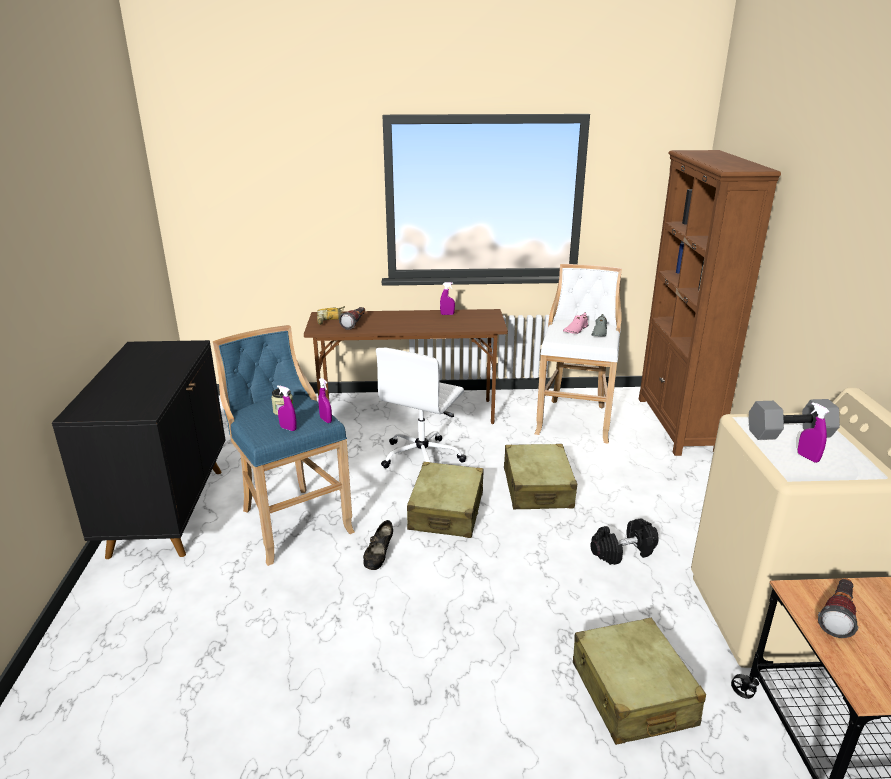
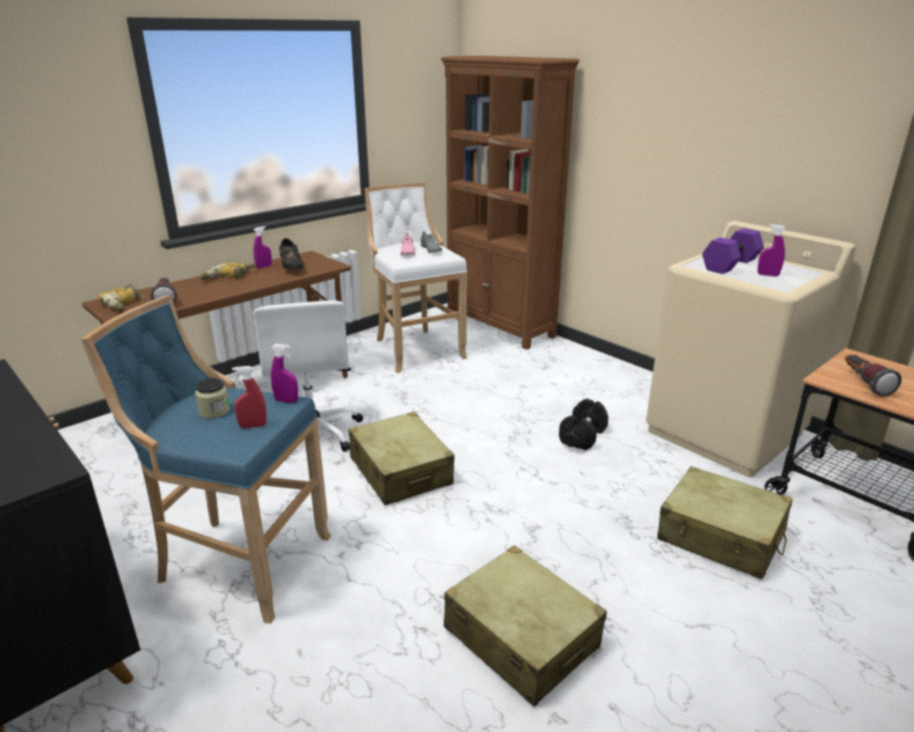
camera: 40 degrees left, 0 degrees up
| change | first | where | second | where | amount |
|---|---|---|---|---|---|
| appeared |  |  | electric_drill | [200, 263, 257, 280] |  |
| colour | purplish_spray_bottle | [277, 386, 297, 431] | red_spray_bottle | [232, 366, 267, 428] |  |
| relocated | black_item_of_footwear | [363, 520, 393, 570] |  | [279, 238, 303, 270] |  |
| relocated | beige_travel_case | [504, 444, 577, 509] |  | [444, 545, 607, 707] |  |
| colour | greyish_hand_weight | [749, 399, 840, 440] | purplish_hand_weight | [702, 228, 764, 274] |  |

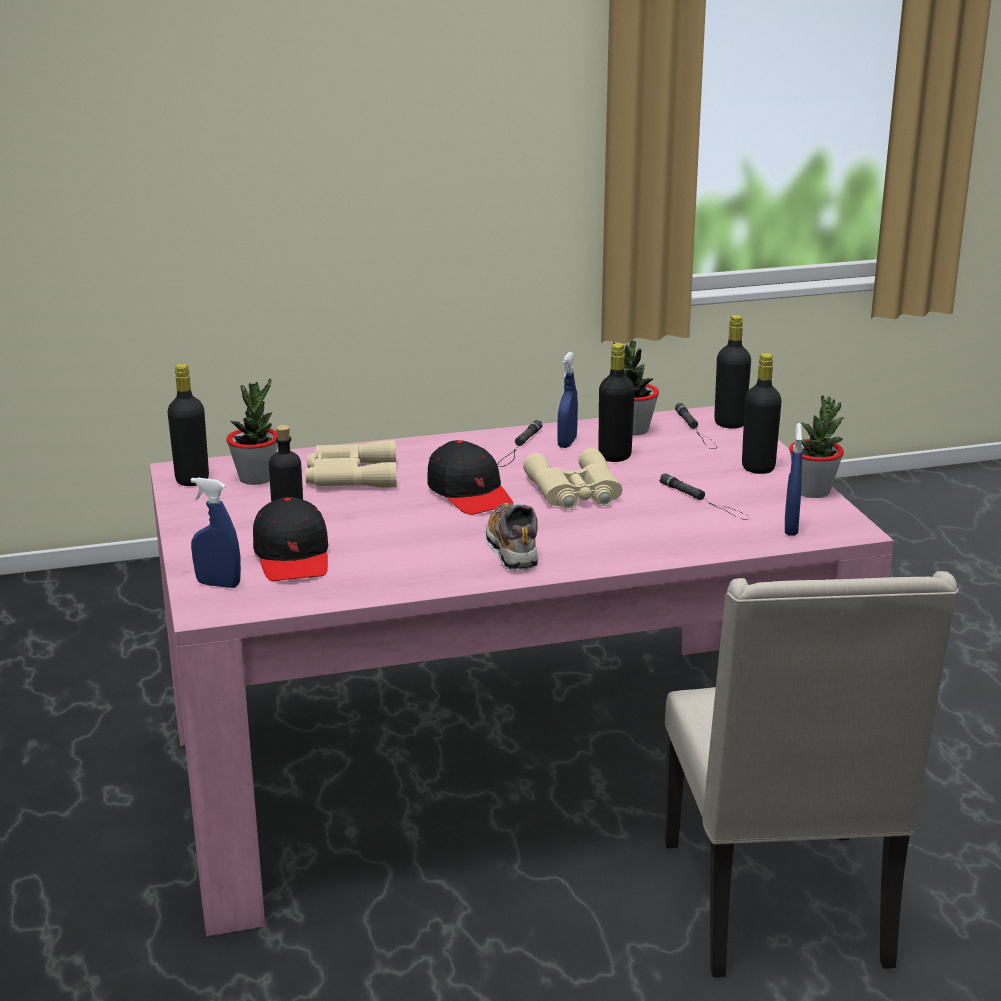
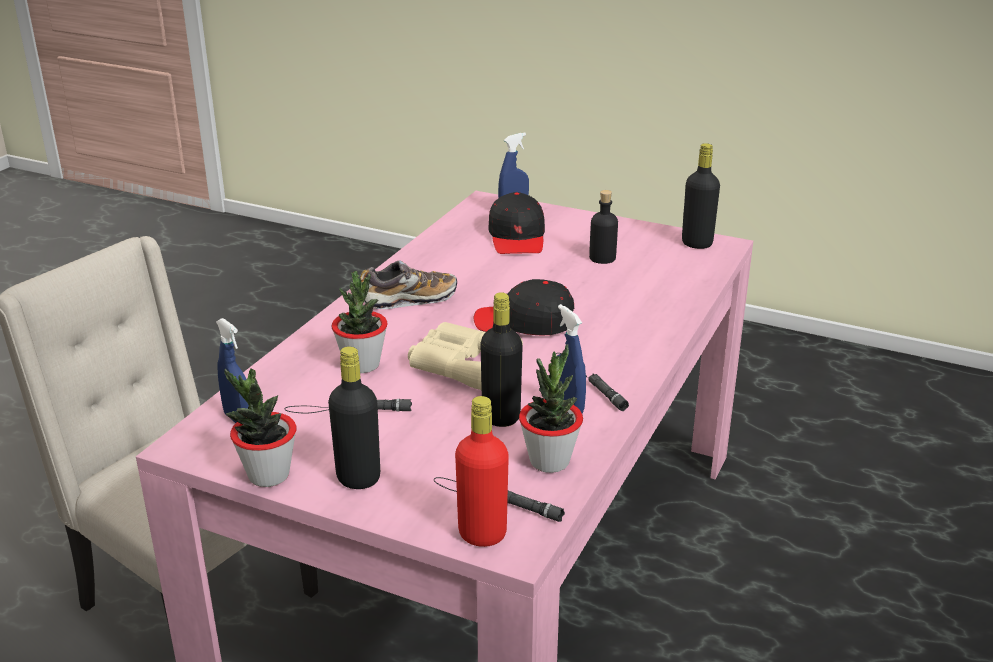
camera: 130 degrees right, 5 degrees up
| change | first | where | second | where | amount |
|---|---|---|---|---|---|
| relocated | potted_plant | [226, 379, 278, 485] |  | [331, 271, 388, 373] |  |
| spun | item_of_footwear | [486, 503, 538, 570] |  | [360, 260, 457, 309] | 45 degrees counterclockwise |
| colour | black_beverage_bottle | [714, 315, 751, 429] | red_beverage_bottle | [455, 396, 509, 547] |  |
| spun | black_peaked_cap | [253, 497, 329, 581] |  | [488, 192, 545, 254] | 120 degrees counterclockwise |
| missing | beige_field_glasses | [306, 440, 397, 488] |  |  |  |

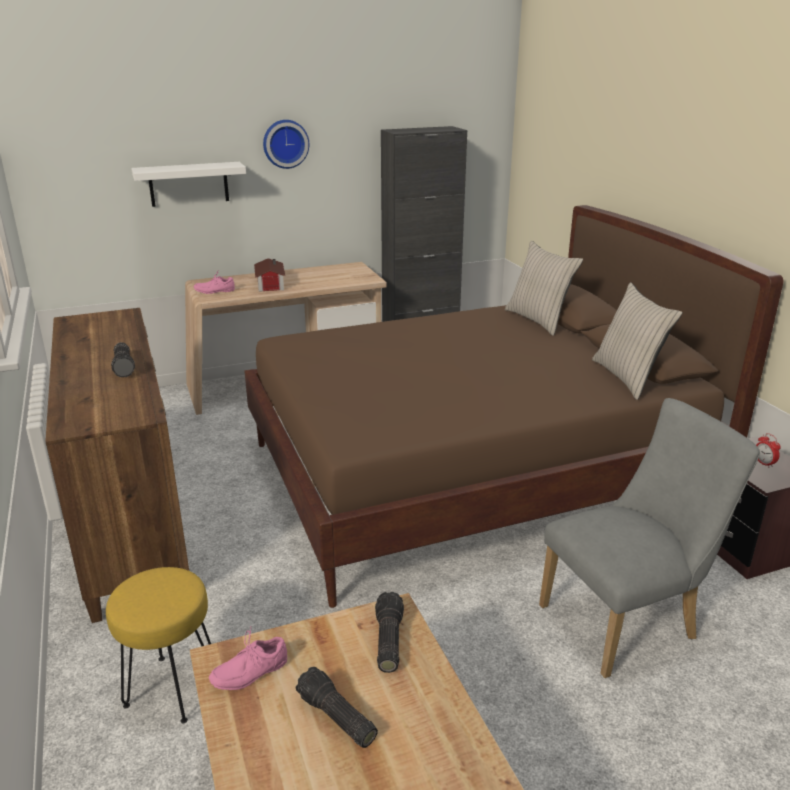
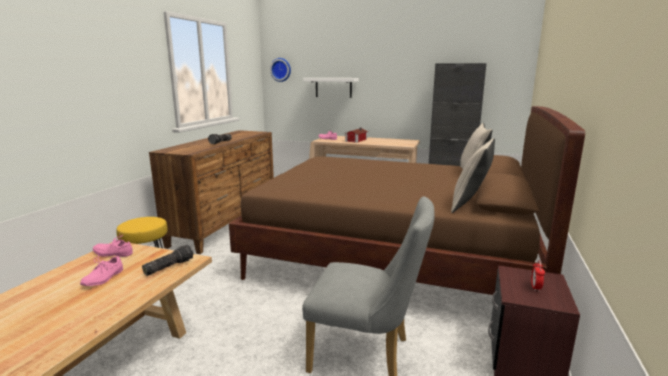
camera: 40 degrees right, 10 degrees down
| change | first | where | second | where | amount |
|---|---|---|---|---|---|
| exchanged | flashlight | [296, 667, 378, 748] | pinkish_item_of_footwear | [80, 254, 123, 286] |  |
| relocated | hanging_clock | [263, 120, 309, 169] |  | [270, 58, 291, 82] |  |

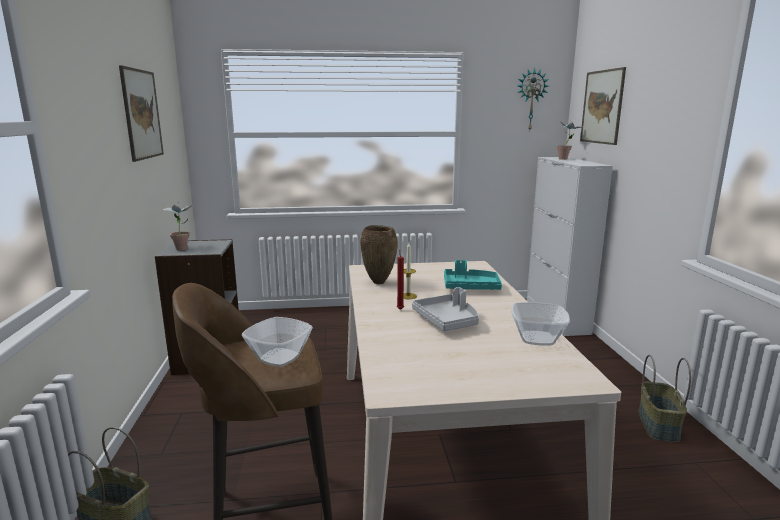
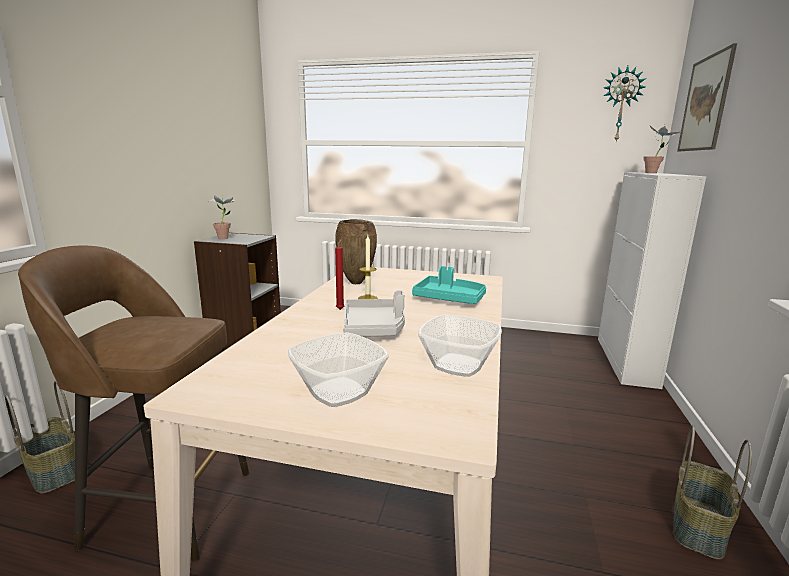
camera: 20 degrees right, 0 degrees up
| change | first | where | second | where | amount |
|---|---|---|---|---|---|
| relocated | serving_bowl | [242, 317, 313, 367] |  | [288, 332, 389, 407] |  |
| missing | wall_picture | [119, 65, 164, 162] |  |  |  |

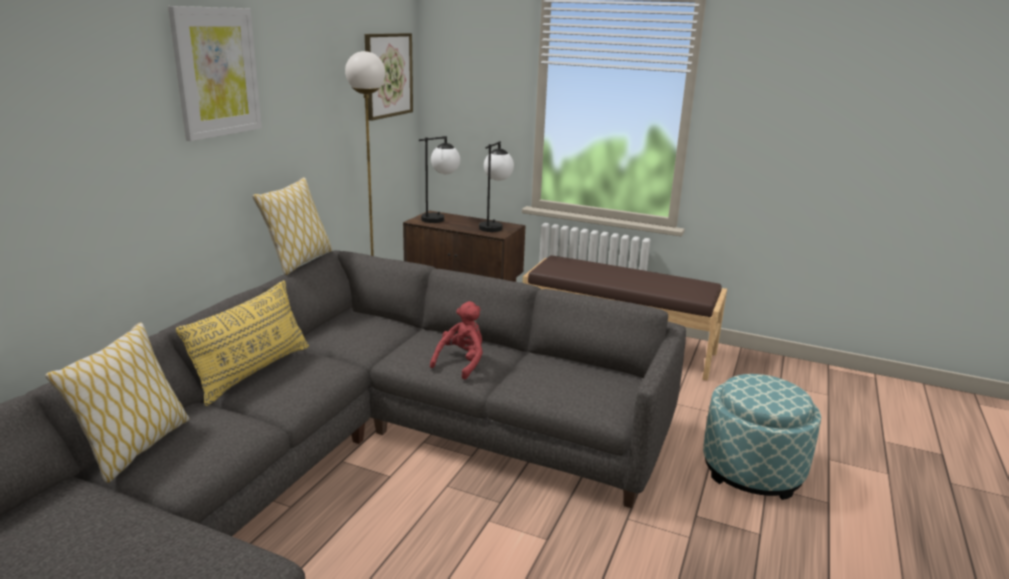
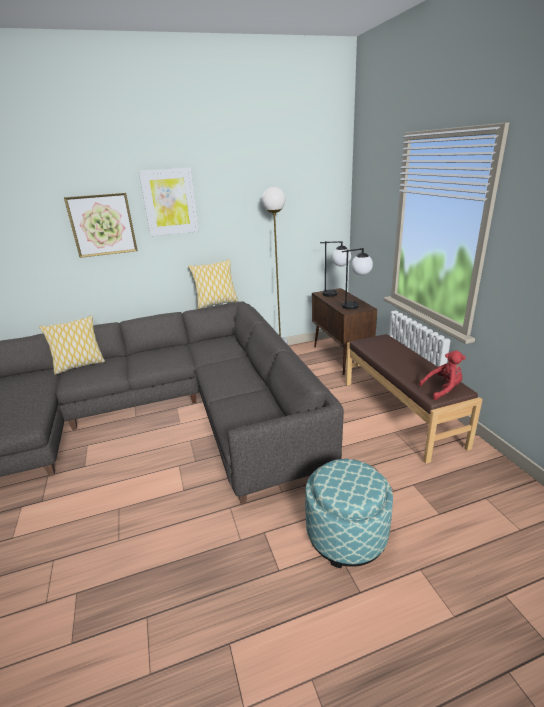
camera: 50 degrees right, 5 degrees up
| change | first | where | second | where | amount |
|---|---|---|---|---|---|
| relocated | wall_picture | [365, 33, 413, 121] |  | [64, 193, 138, 258] |  |
| relocated | red_cuddly_toy | [430, 301, 483, 380] |  | [419, 351, 466, 400] |  |
| missing | yellow_throw_pillow | [176, 280, 309, 406] |  |  |  |

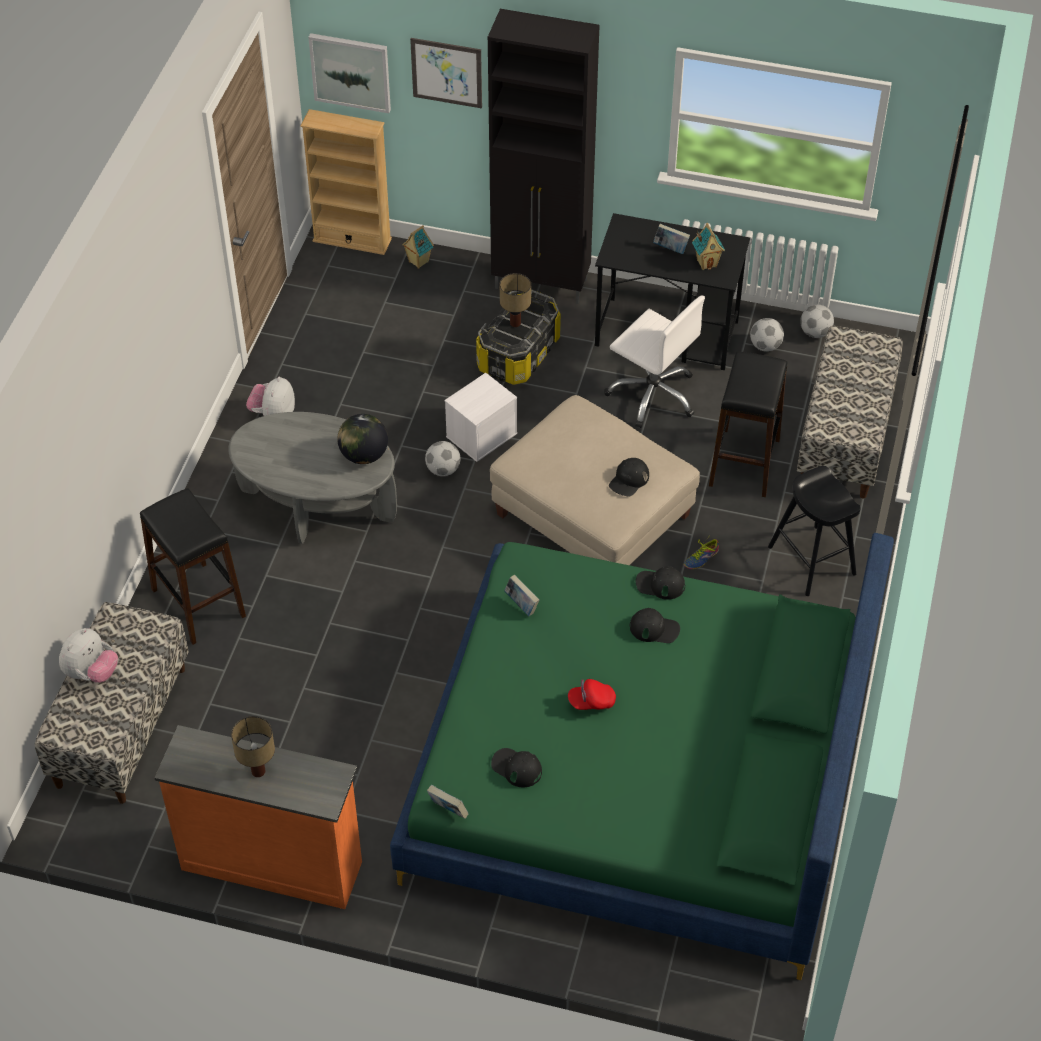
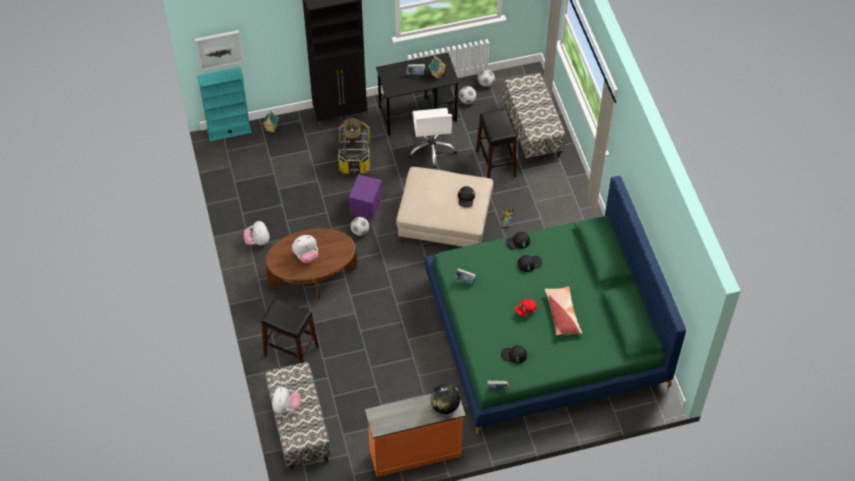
camera: 30 degrees left, 5 degrees up
| change | first | where | second | where | amount |
|---|---|---|---|---|---|
| colour | beige_bookshelf | [301, 109, 392, 255] | turquoise-coloured_bookshelf | [197, 67, 252, 141] |  |
| colour | greyish_low_table | [228, 412, 397, 544] | brown_low_table | [265, 228, 357, 300] |  |
| appeared |  |  | cuddly_toy | [292, 235, 318, 263] |  |
| colour | white_storage_container | [445, 373, 517, 462] | purplish_storage_container | [348, 174, 382, 220] |  |
| spun | white_desk_chair | [604, 295, 705, 428] |  | [408, 108, 457, 168] | 75 degrees clockwise |
| relocated | globe | [337, 414, 388, 464] |  | [430, 384, 460, 414] |  |
| appeared |  |  | throw_pillow | [545, 287, 582, 336] |  |
| missing | table_lamp | [231, 716, 275, 777] |  |  |  |
| missing | wall_picture | [410, 38, 482, 108] |  |  |  |
| missing | black_stool | [768, 466, 861, 596] |  |  |  |

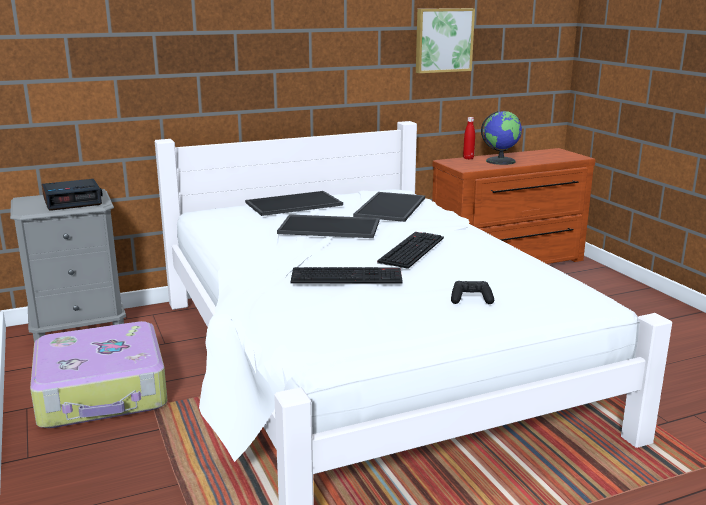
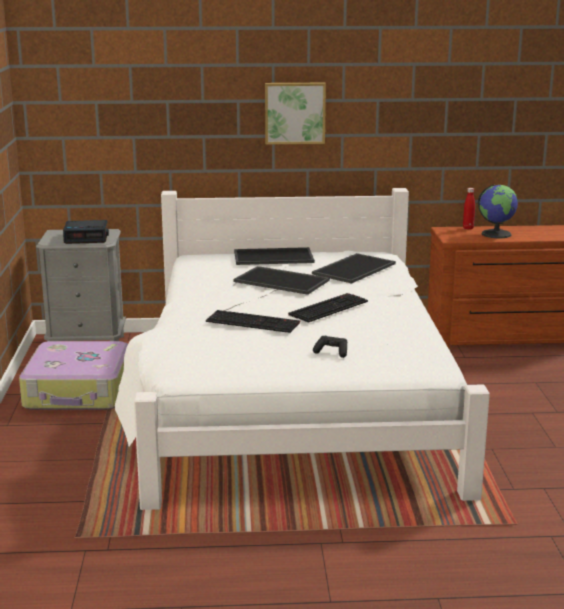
camera: 20 degrees right, 0 degrees up
| change | first | where | second | where | amount |
|---|---|---|---|---|---|
| relocated | wall_picture | [416, 8, 475, 73] |  | [265, 83, 326, 144] |  |

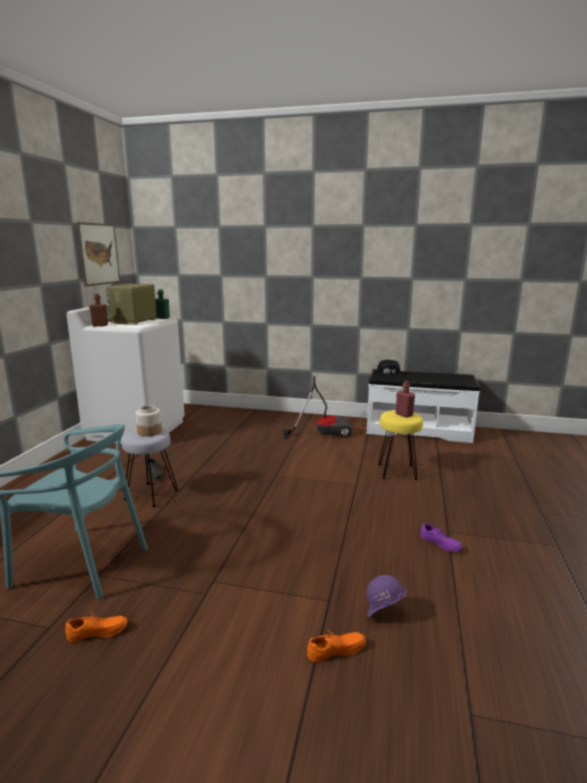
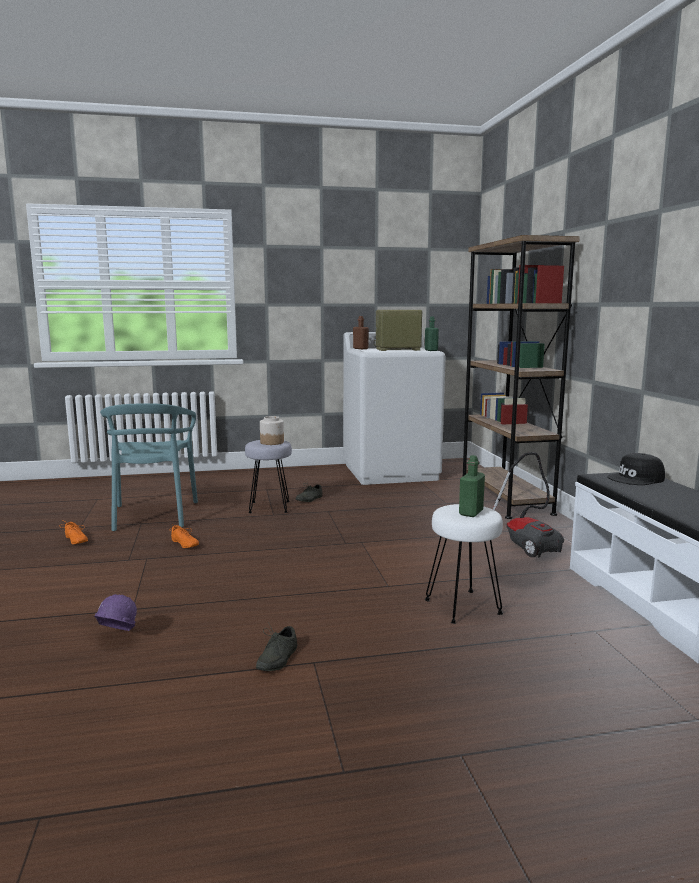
camera: 65 degrees right, 5 degrees down
| change | first | where | second | where | amount |
|---|---|---|---|---|---|
| relocated | orange_item_of_footwear | [307, 629, 366, 662] |  | [170, 523, 199, 548] |  |
| colour | purplish_item_of_footwear | [421, 523, 463, 552] | greyish_item_of_footwear | [256, 622, 297, 671] |  |
| colour | yellow_stool | [378, 410, 423, 480] | white_stool | [425, 504, 503, 624] |  |
| colour | red_beverage_bottle | [396, 381, 415, 418] | greenish_beverage_bottle | [459, 455, 485, 517] |  |
| appeared |  |  | brown_bookshelf | [463, 235, 580, 519] |  |
| missing | wall_picture | [76, 222, 120, 287] |  |  |  |

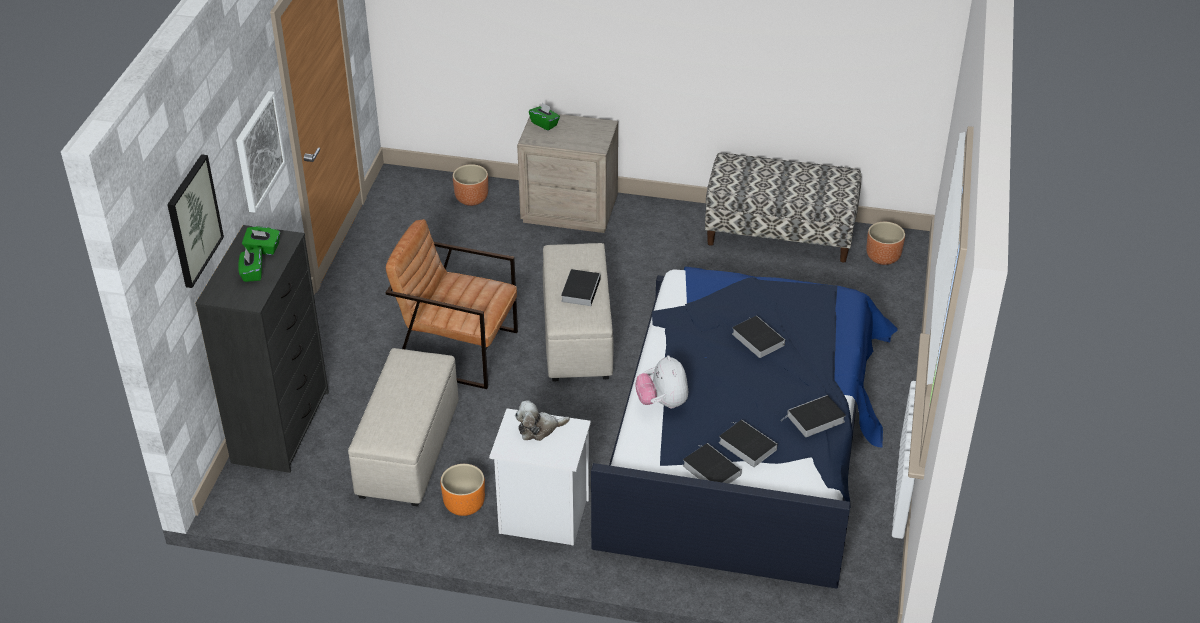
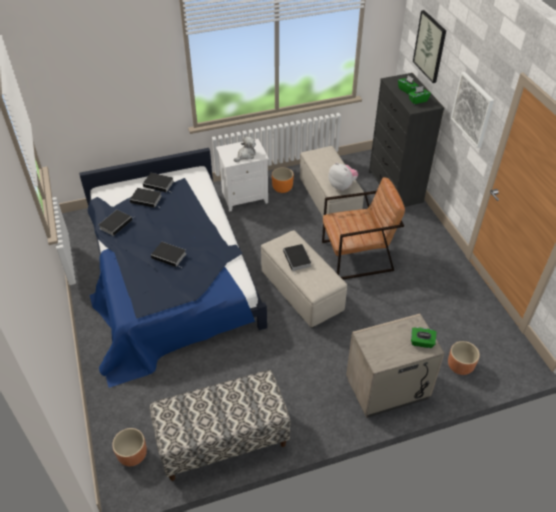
camera: 150 degrees right, 5 degrees up
| change | first | where | second | where | amount |
|---|---|---|---|---|---|
| relocated | cuddly_toy | [635, 355, 688, 408] |  | [328, 162, 358, 191] |  |

